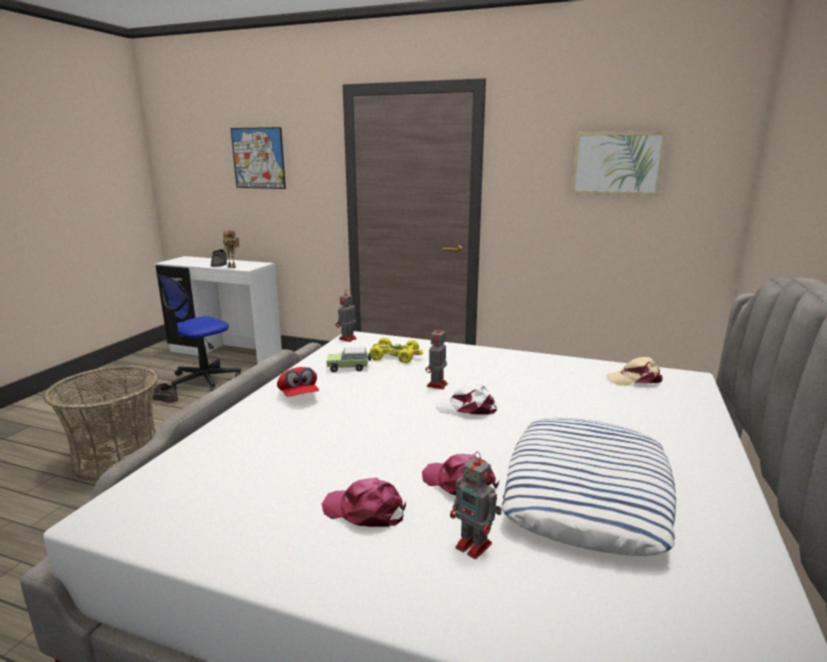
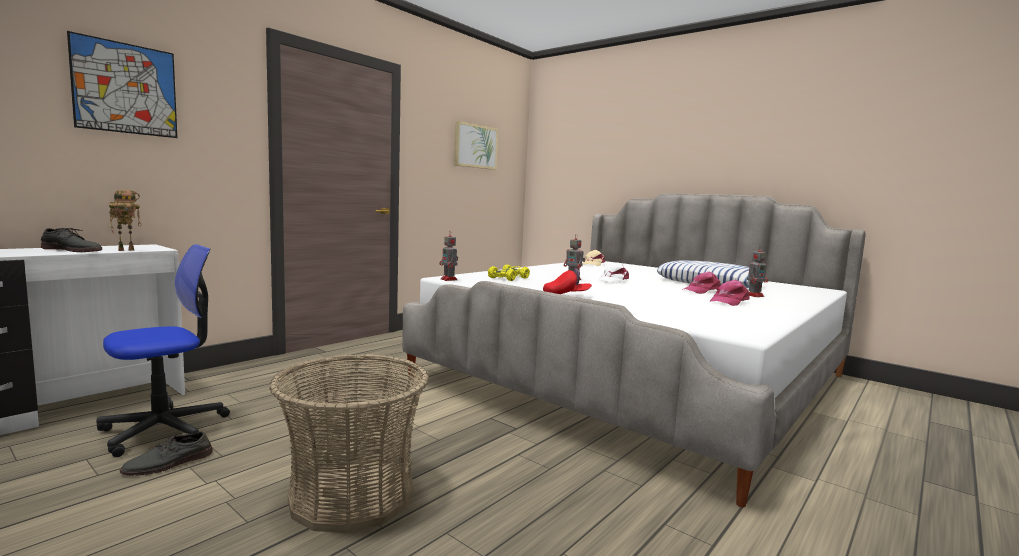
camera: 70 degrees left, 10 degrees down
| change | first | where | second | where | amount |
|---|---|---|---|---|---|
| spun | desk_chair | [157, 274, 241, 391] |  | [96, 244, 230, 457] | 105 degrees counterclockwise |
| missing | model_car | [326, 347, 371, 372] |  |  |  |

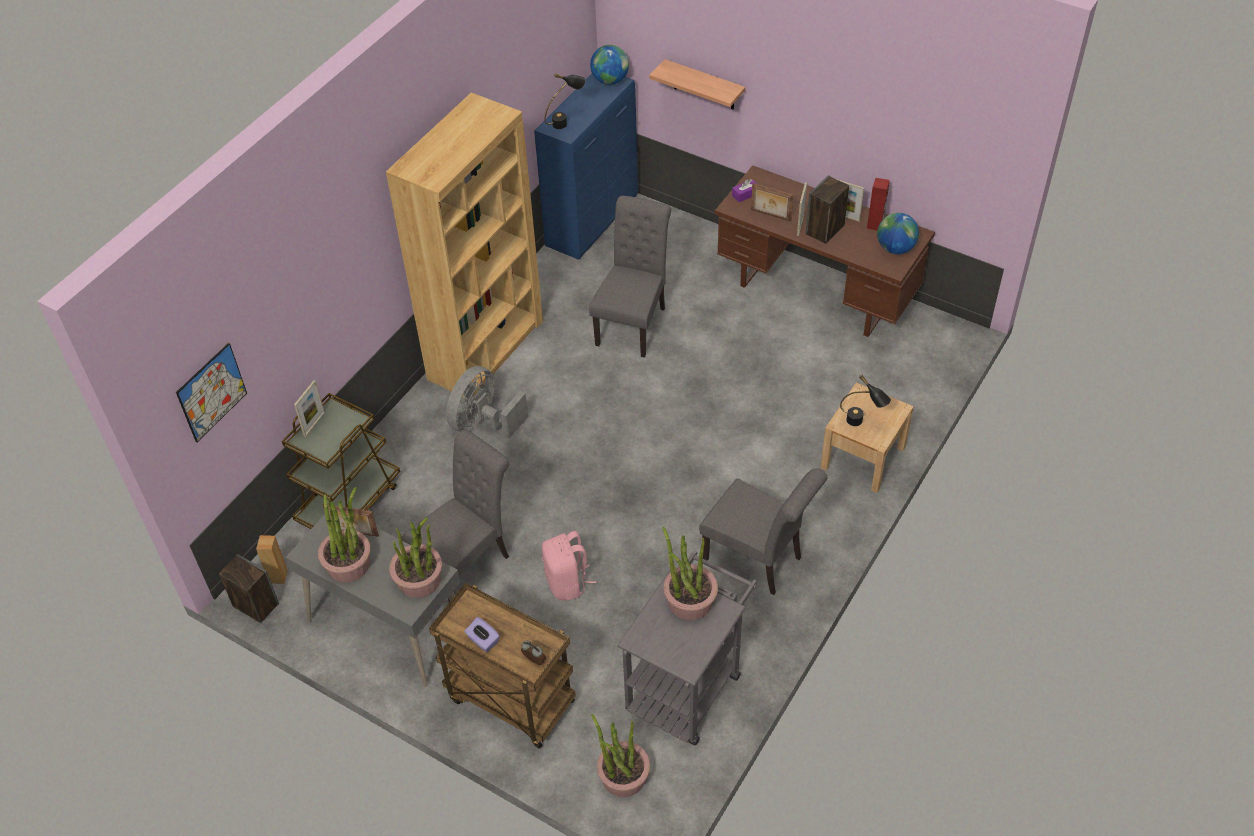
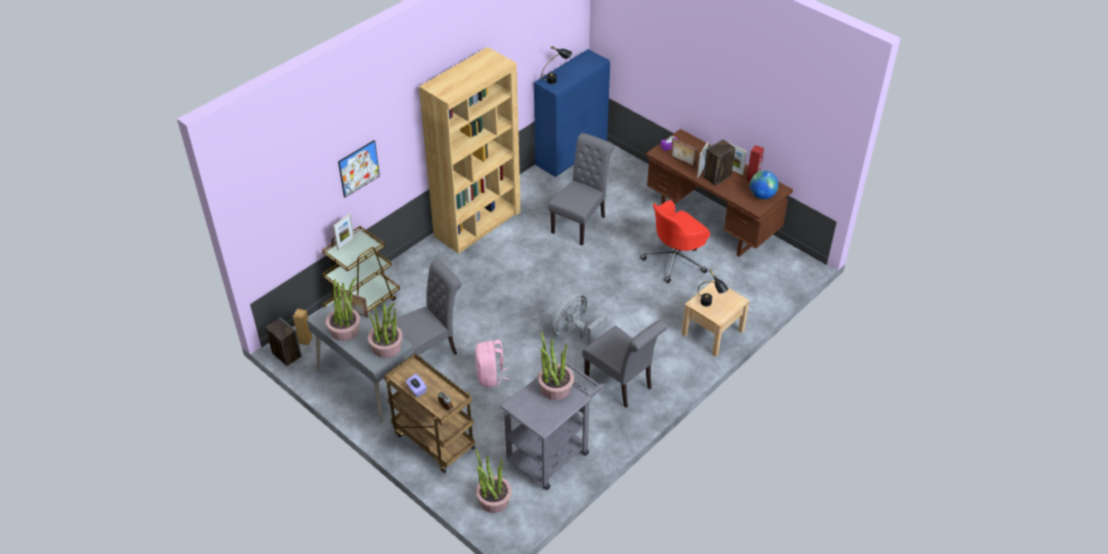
camera: 10 degrees right, 5 degrees down
| change | first | where | second | where | amount |
|---|---|---|---|---|---|
| relocated | wall_picture | [176, 343, 247, 442] |  | [338, 140, 380, 198] |  |
| relocated | greyish_cooling_fan | [446, 366, 528, 439] |  | [549, 291, 607, 345] |  |
| appeared |  |  | red_desk_chair | [640, 200, 710, 283] |  |
| missing | globe | [590, 45, 629, 85] |  |  |  |
| missing | wall_shelf | [649, 59, 745, 110] |  |  |  |

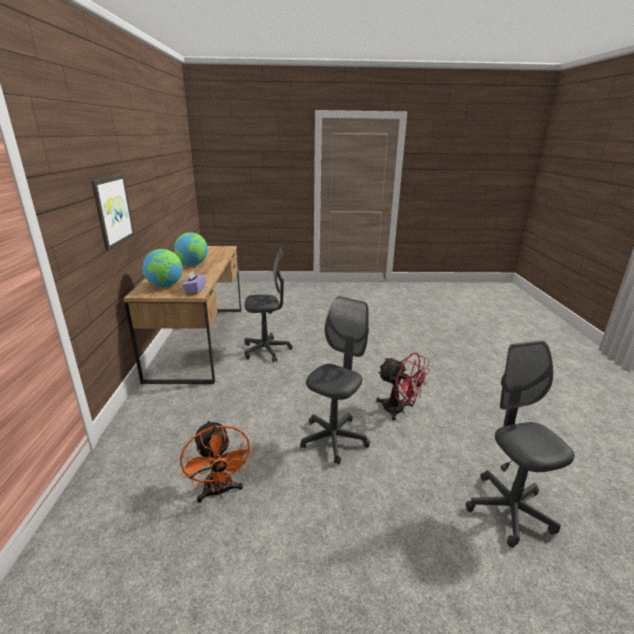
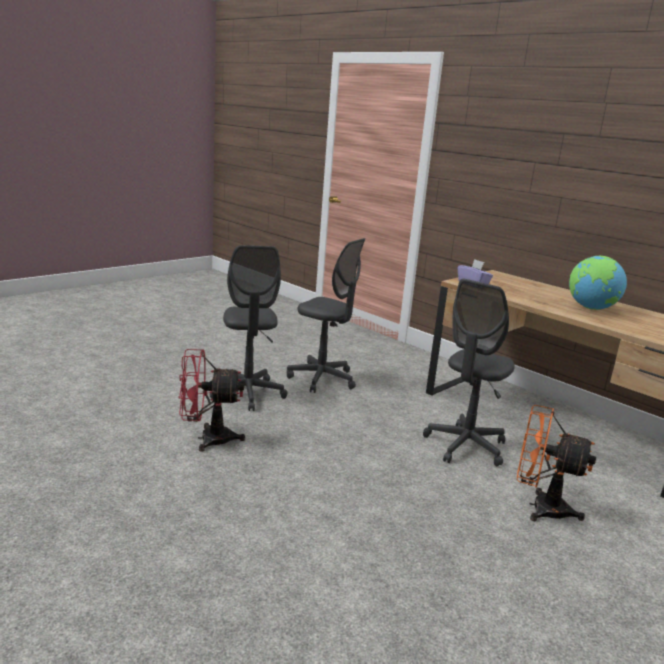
camera: 135 degrees right, 5 degrees down
| change | first | where | second | where | amount |
|---|---|---|---|---|---|
| relocated | greyish_desk_chair | [465, 340, 574, 548] |  | [287, 238, 365, 393] |  |
| relocated | orange_cooling_fan | [180, 420, 253, 503] |  | [517, 405, 596, 521] |  |
| missing | wall_picture | [91, 174, 134, 251] |  |  |  |
| missing | globe | [142, 249, 183, 287] |  |  |  |

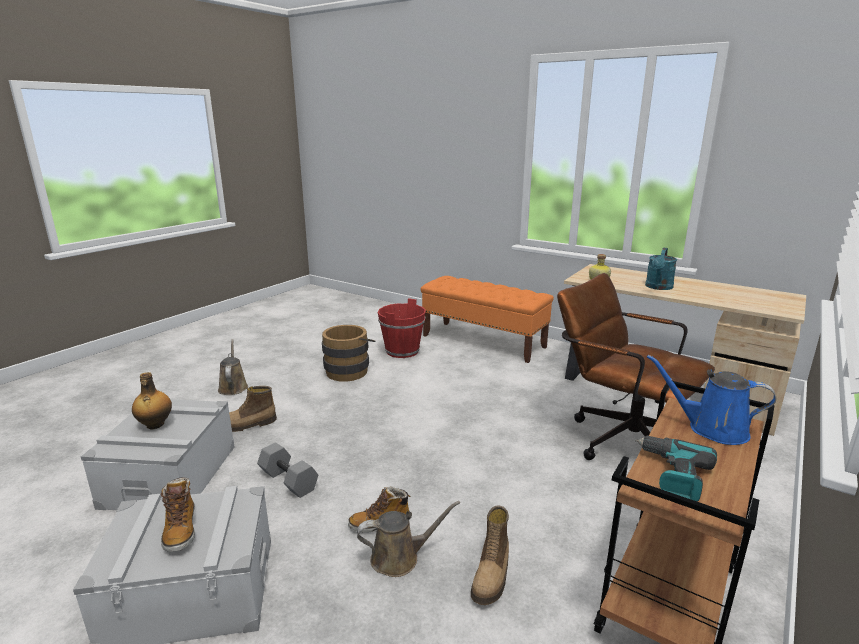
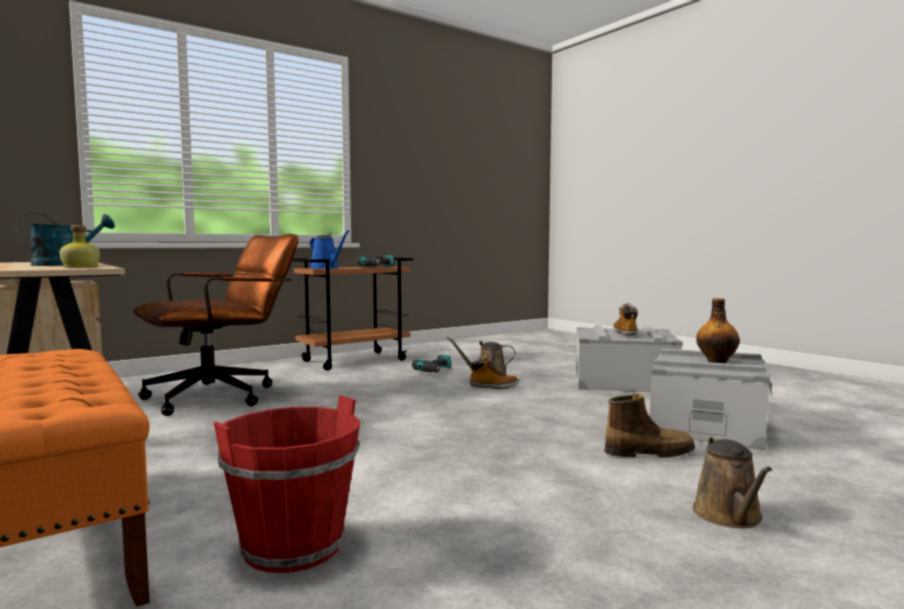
camera: 160 degrees left, 15 degrees down
| change | first | where | second | where | amount |
|---|---|---|---|---|---|
| spun | brown_desk_chair | [557, 273, 715, 460] |  | [133, 234, 299, 416] | 105 degrees counterclockwise |
| exchanged | boot | [471, 506, 509, 605] | electric_drill | [412, 355, 451, 372] |  |
| missing | greyish_hand_weight | [257, 442, 318, 498] |  |  |  |
| missing | brown_pail | [322, 325, 375, 382] |  |  |  |

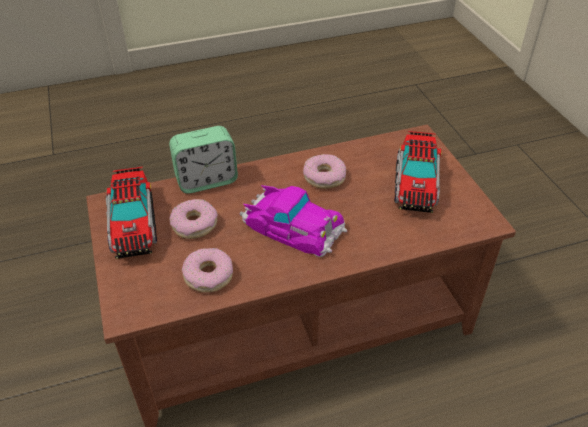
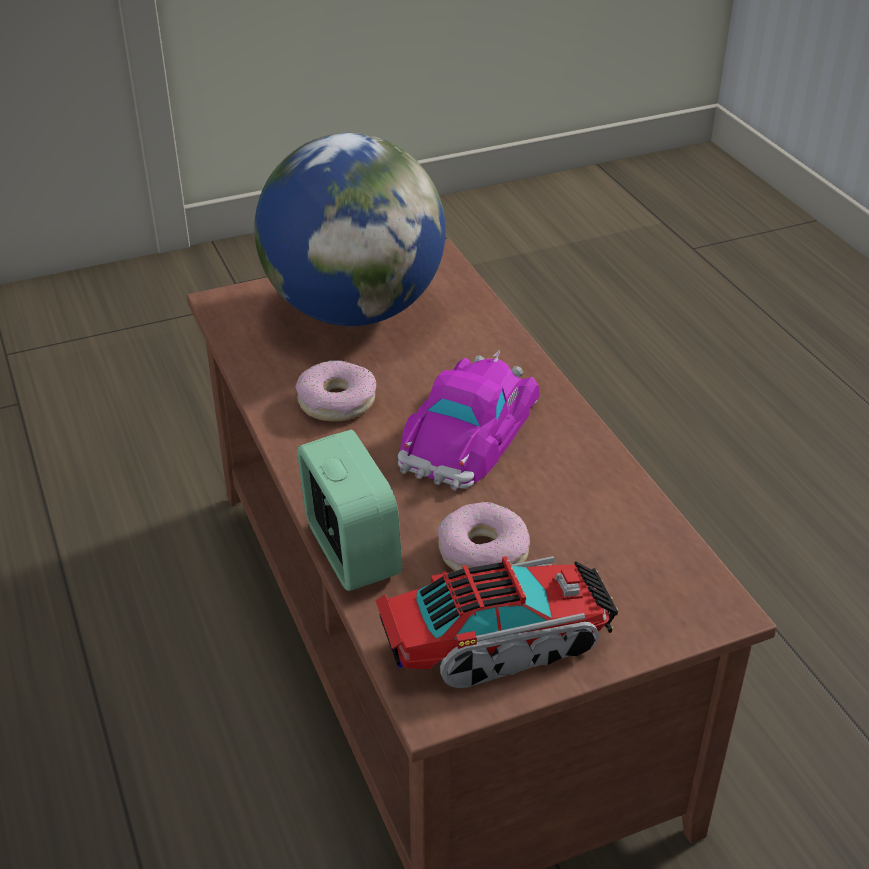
camera: 95 degrees left, 5 degrees down
| change | first | where | second | where | amount |
|---|---|---|---|---|---|
| exchanged | toy_lorry | [394, 131, 442, 213] | globe | [254, 133, 446, 326] |  |
| missing | doughnut | [182, 248, 233, 293] |  |  |  |

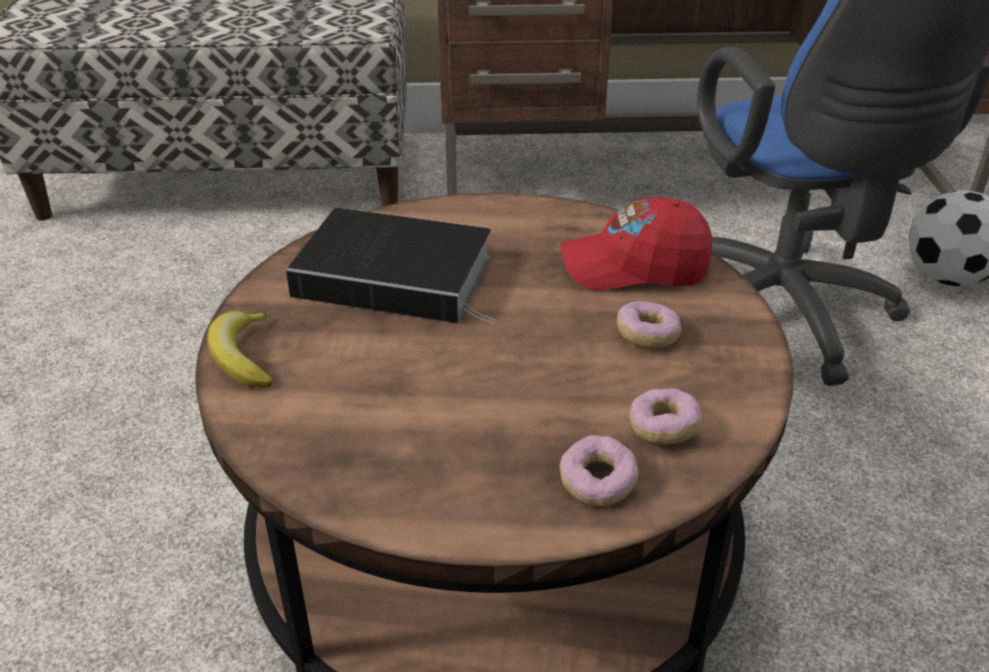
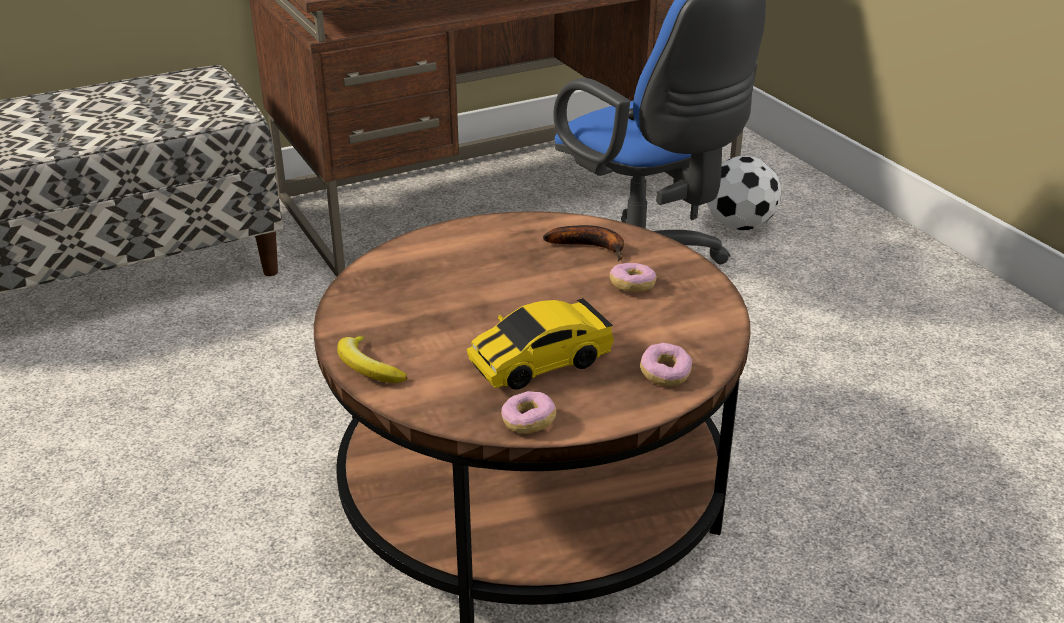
camera: 25 degrees left, 5 degrees down
| change | first | where | second | where | amount |
|---|---|---|---|---|---|
| appeared |  |  | model_car | [467, 298, 614, 390] |  |
| relocated | doughnut | [630, 388, 702, 444] |  | [501, 391, 556, 433] |  |
| exchanged | red_peaked_cap | [561, 197, 712, 291] | banana_fruit | [543, 225, 624, 261] |  |
| missing | volume | [286, 208, 497, 323] |  |  |  |

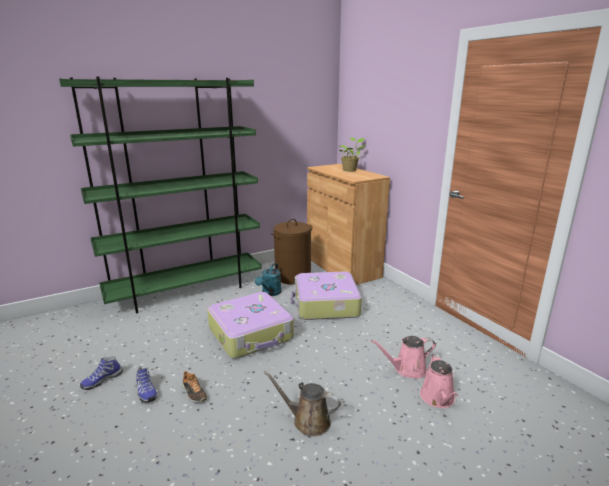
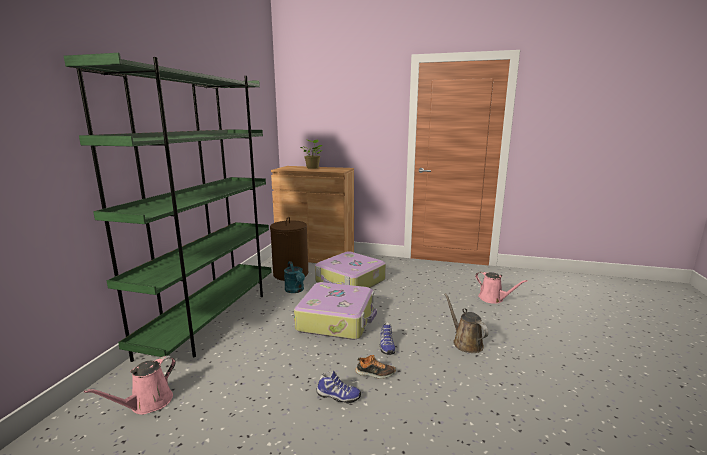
camera: 45 degrees left, 5 degrees down
| change | first | where | second | where | amount |
|---|---|---|---|---|---|
| relocated | pinkish_sprinkling_can | [371, 336, 436, 379] |  | [84, 356, 176, 415] |  |
| relocated | item_of_footwear | [80, 357, 123, 390] |  | [380, 322, 395, 355] |  |
| spun | brown_sprinkling_can | [263, 371, 341, 436] |  | [445, 293, 489, 353] | 90 degrees clockwise |

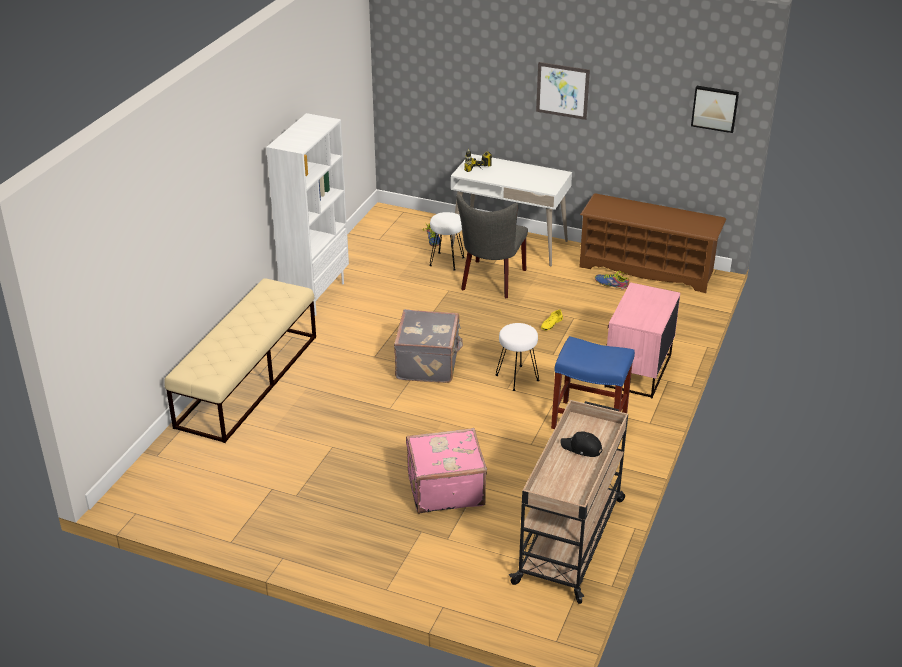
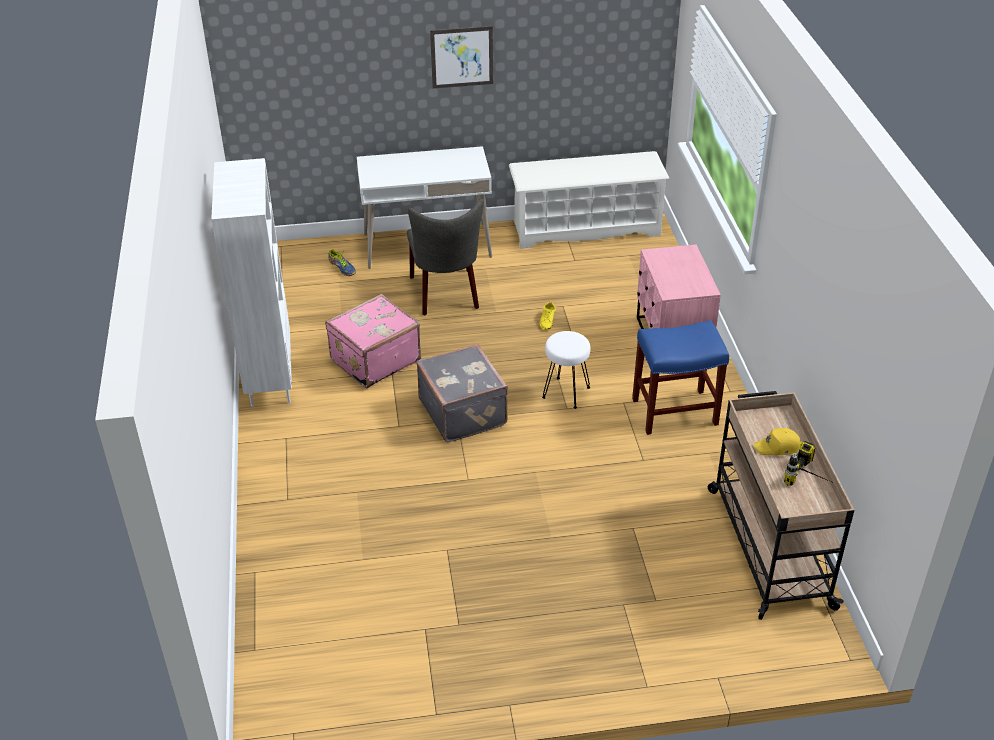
camera: 30 degrees left, 5 degrees up
| change | first | where | second | where | amount |
|---|---|---|---|---|---|
| relocated | pinkish_travel_case | [406, 428, 487, 514] |  | [325, 294, 421, 388] |  |
| colour | brown_shoe_stand | [579, 193, 726, 293] | white_shoe_stand | [509, 151, 670, 249] |  |
| colour | black_peaked_cap | [560, 432, 603, 457] | yellow_peaked_cap | [754, 428, 801, 455] |  |
| relocated | electric_drill | [464, 148, 492, 172] |  | [784, 441, 829, 486] |  |
| missing | beige_indoor_bench | [164, 278, 316, 443] |  |  |  |
| missing | white_stool | [429, 212, 465, 271] |  |  |  |
| missing | item_of_footwear | [595, 271, 629, 290] |  |  |  |
| missing | wall_picture | [691, 86, 739, 133] |  |  |  |

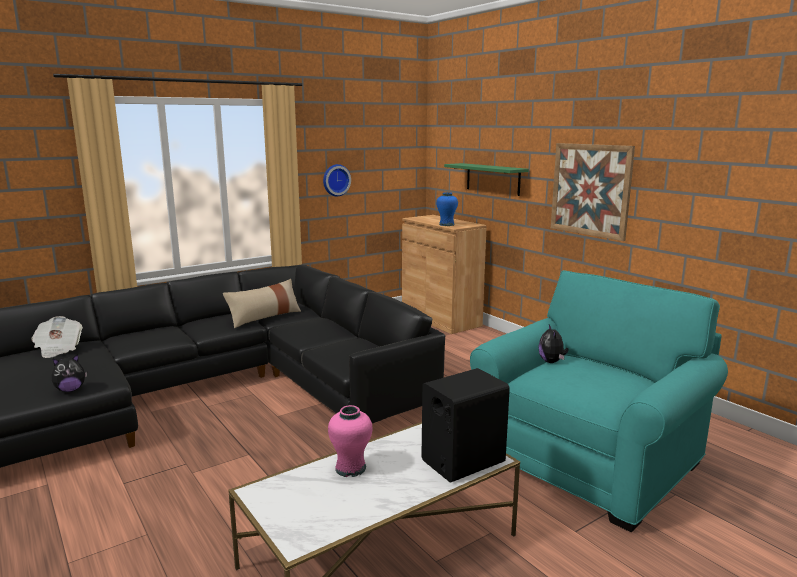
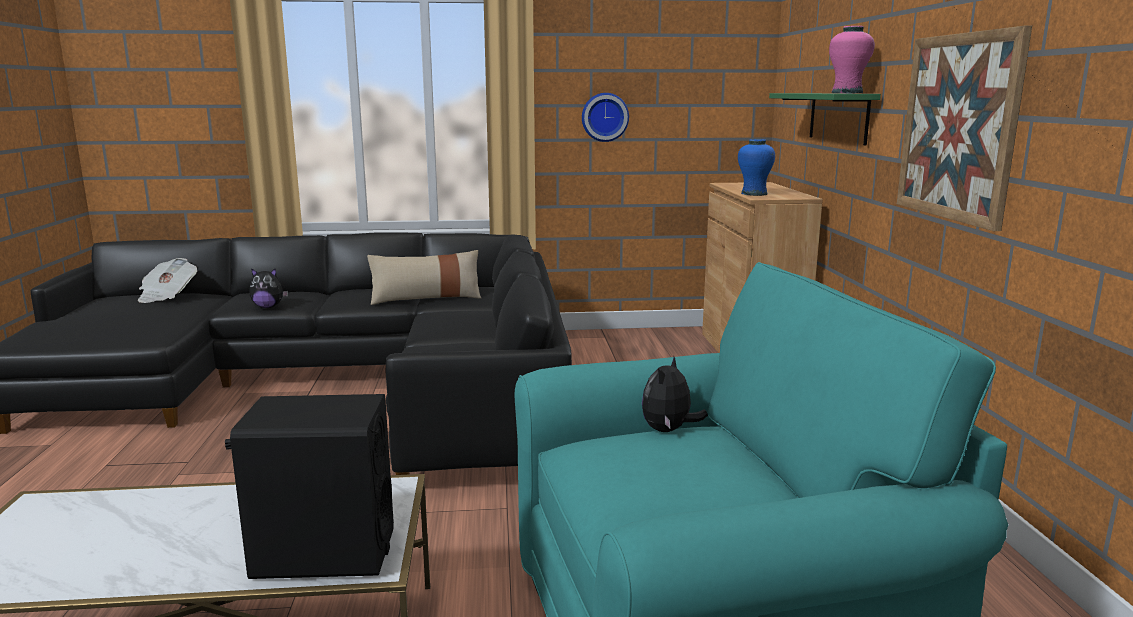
camera: 30 degrees right, 0 degrees up
| change | first | where | second | where | amount |
|---|---|---|---|---|---|
| relocated | cuddly_toy | [52, 354, 87, 392] |  | [249, 268, 288, 308] |  |
| relocated | pinkish_vase | [328, 405, 372, 477] |  | [829, 26, 875, 93] |  |

